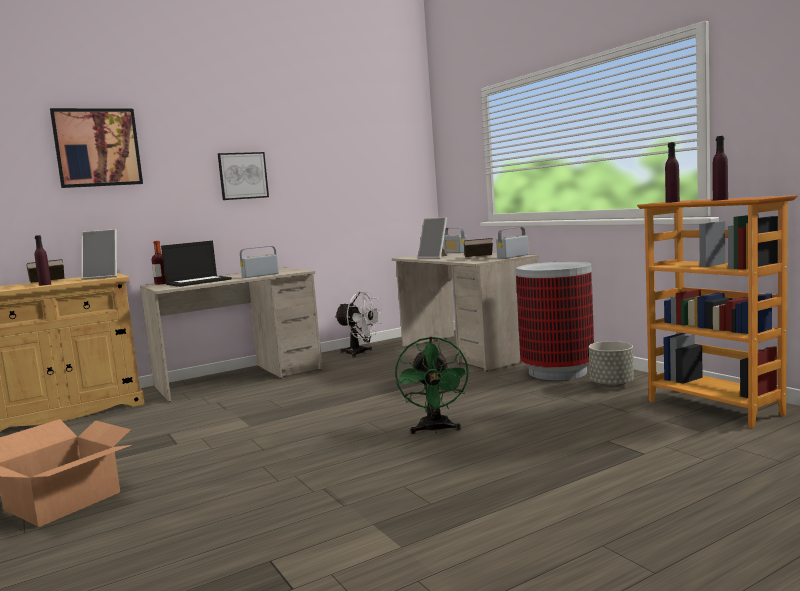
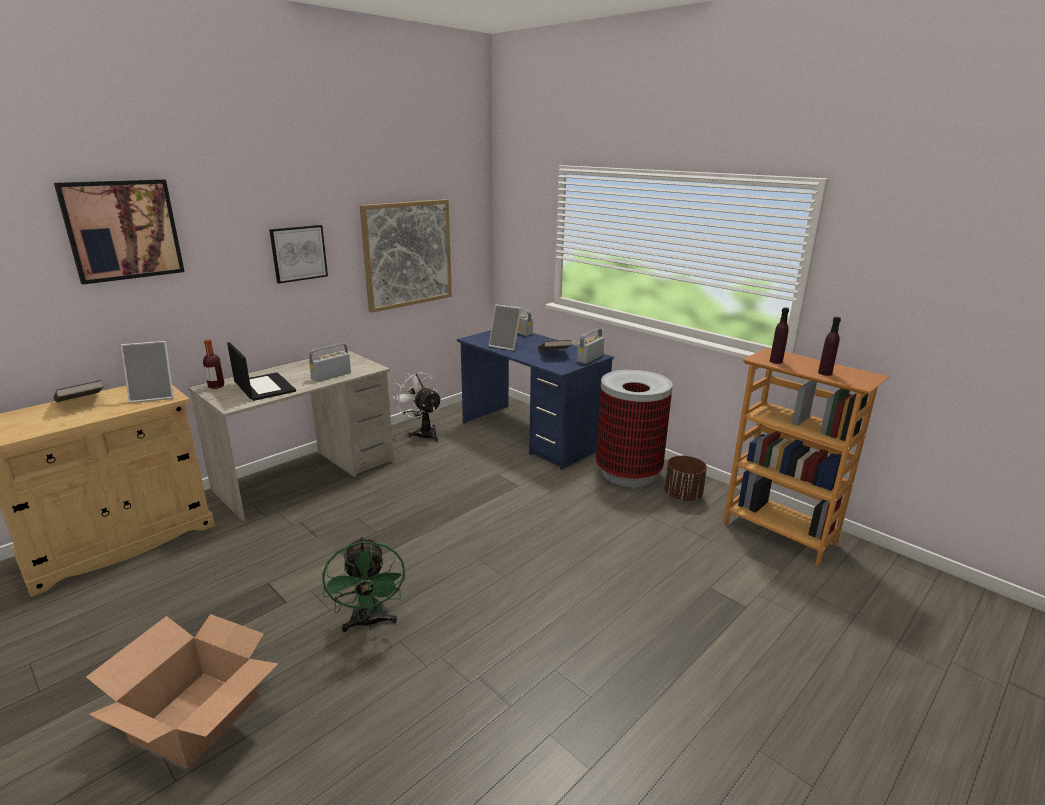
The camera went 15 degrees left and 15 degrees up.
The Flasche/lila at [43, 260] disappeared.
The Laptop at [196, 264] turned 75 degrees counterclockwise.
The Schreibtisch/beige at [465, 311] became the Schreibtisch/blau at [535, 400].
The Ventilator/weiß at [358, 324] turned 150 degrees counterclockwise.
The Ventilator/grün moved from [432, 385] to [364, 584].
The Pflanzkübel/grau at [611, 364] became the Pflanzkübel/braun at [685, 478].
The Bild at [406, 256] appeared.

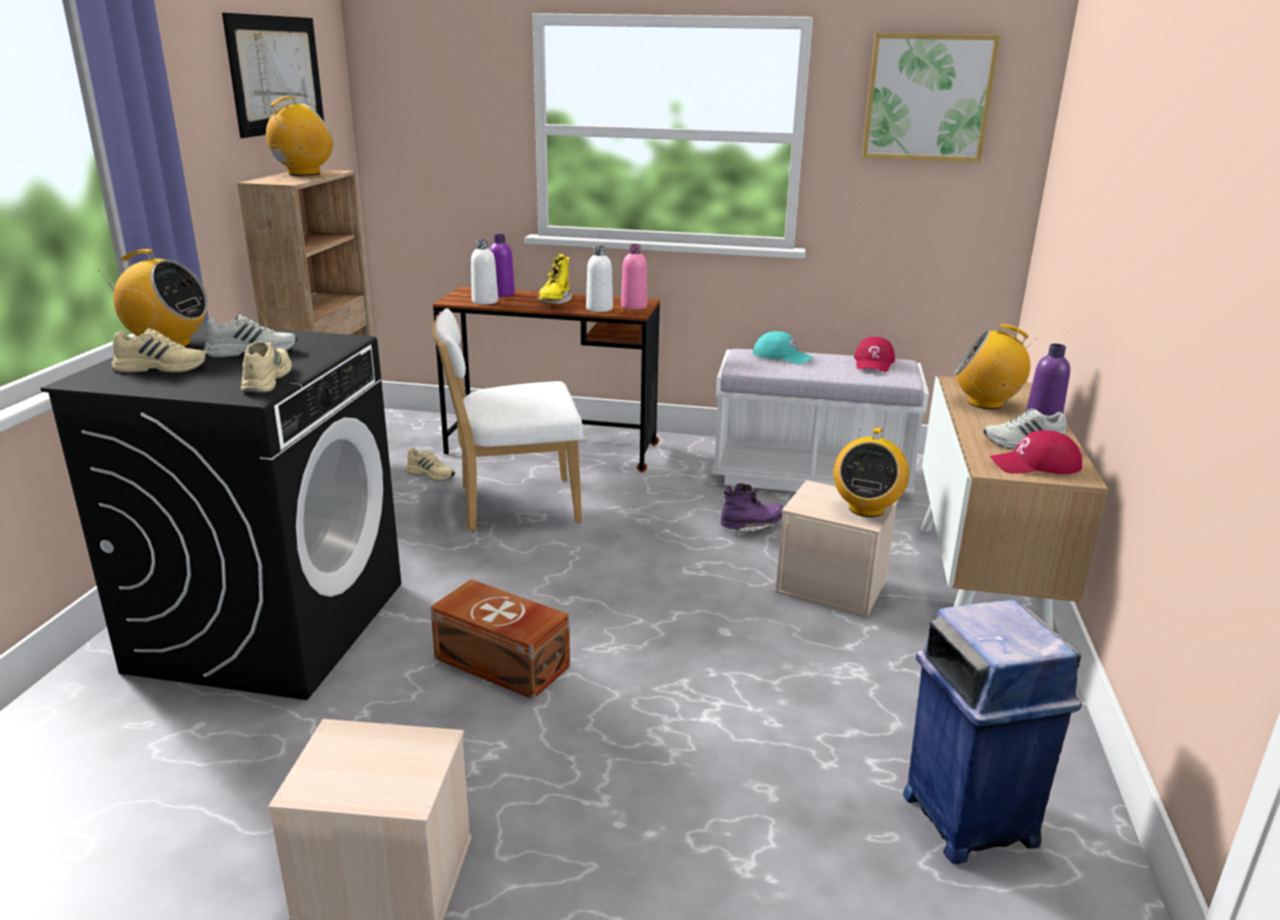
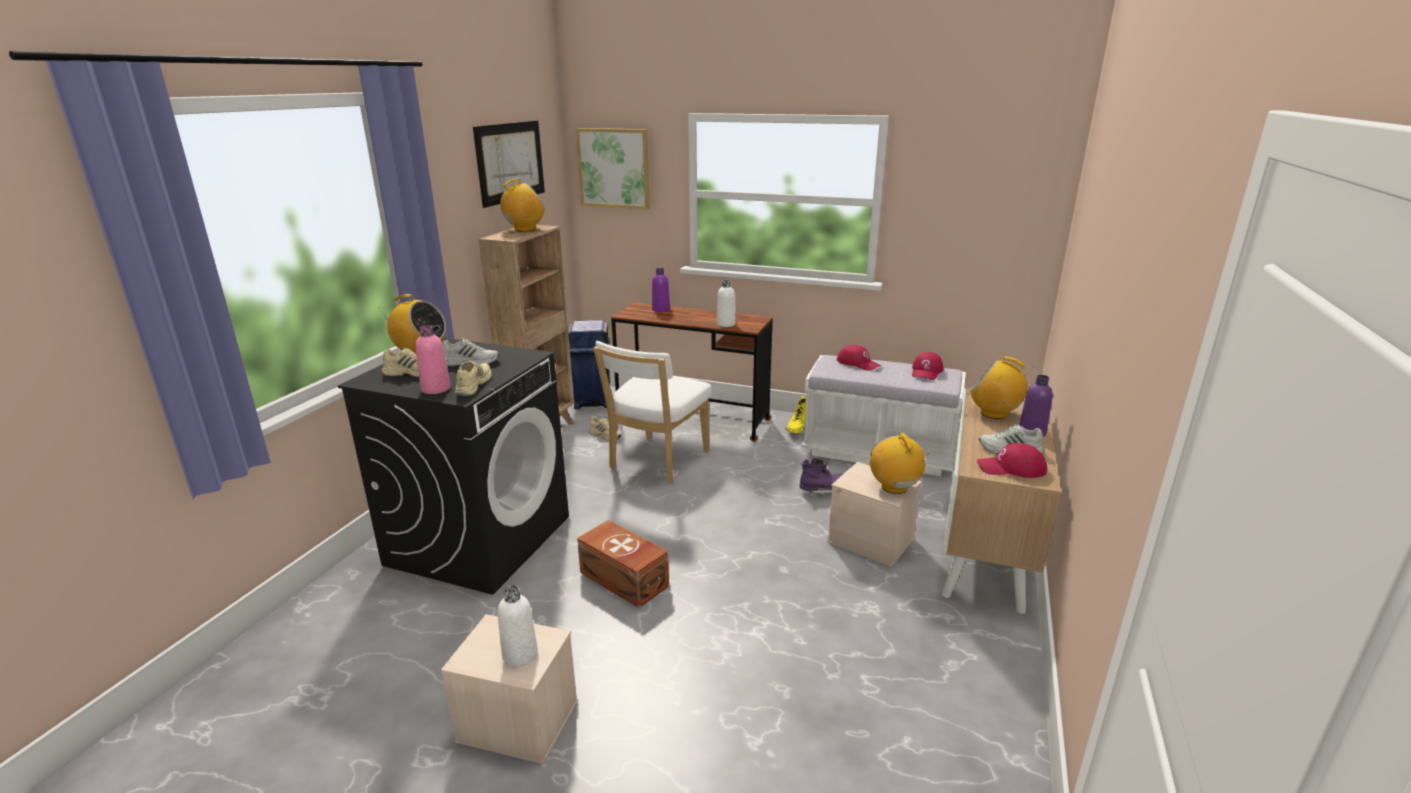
The camera went 10 degrees right and 0 degrees up.
The Bild moved from [931, 97] to [613, 168].
The Flasche/weiß moved from [484, 272] to [518, 626].
The Flasche/rosa moved from [634, 277] to [433, 359].
The Stiefel/gelb moved from [554, 279] to [795, 415].
The Stuhl/weiß at [507, 419] turned 60 degrees counterclockwise.
The Kappe/türkis at [783, 347] became the Kappe/rot at [859, 358].
The Radio at [871, 472] turned 135 degrees clockwise.
The Mülleimer/blau moved from [992, 731] to [589, 364].

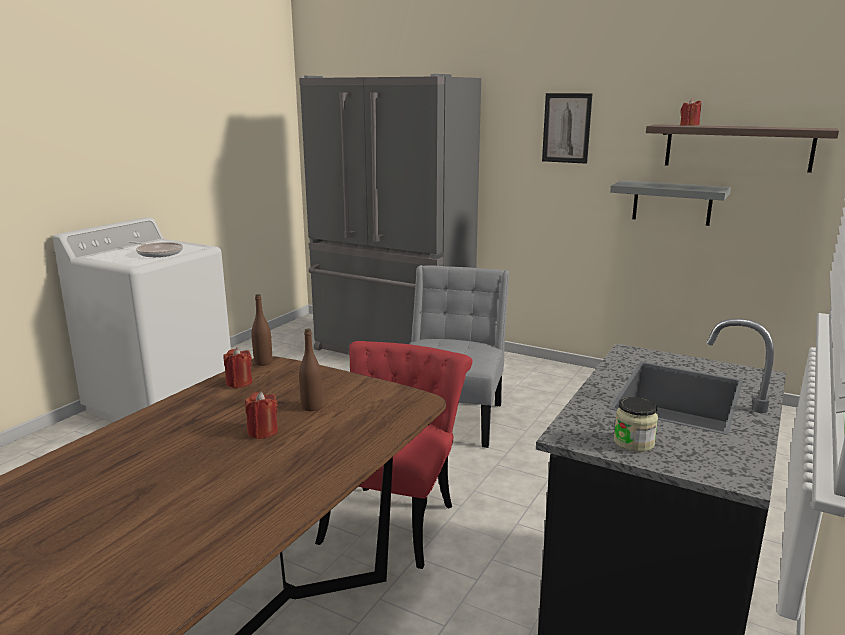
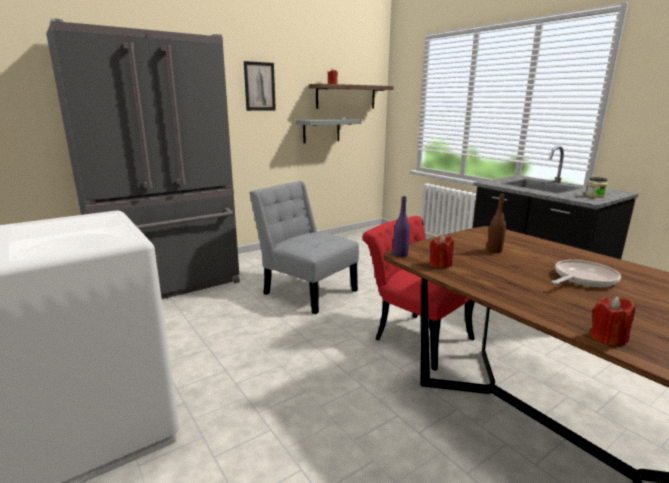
The camera went 65 degrees left and 0 degrees up.
The Pfanne moved from [156, 249] to [586, 273].
The Flasche/braun at [262, 330] became the Flasche/lila at [401, 226].
The Kerze/rot moved from [261, 415] to [612, 321].

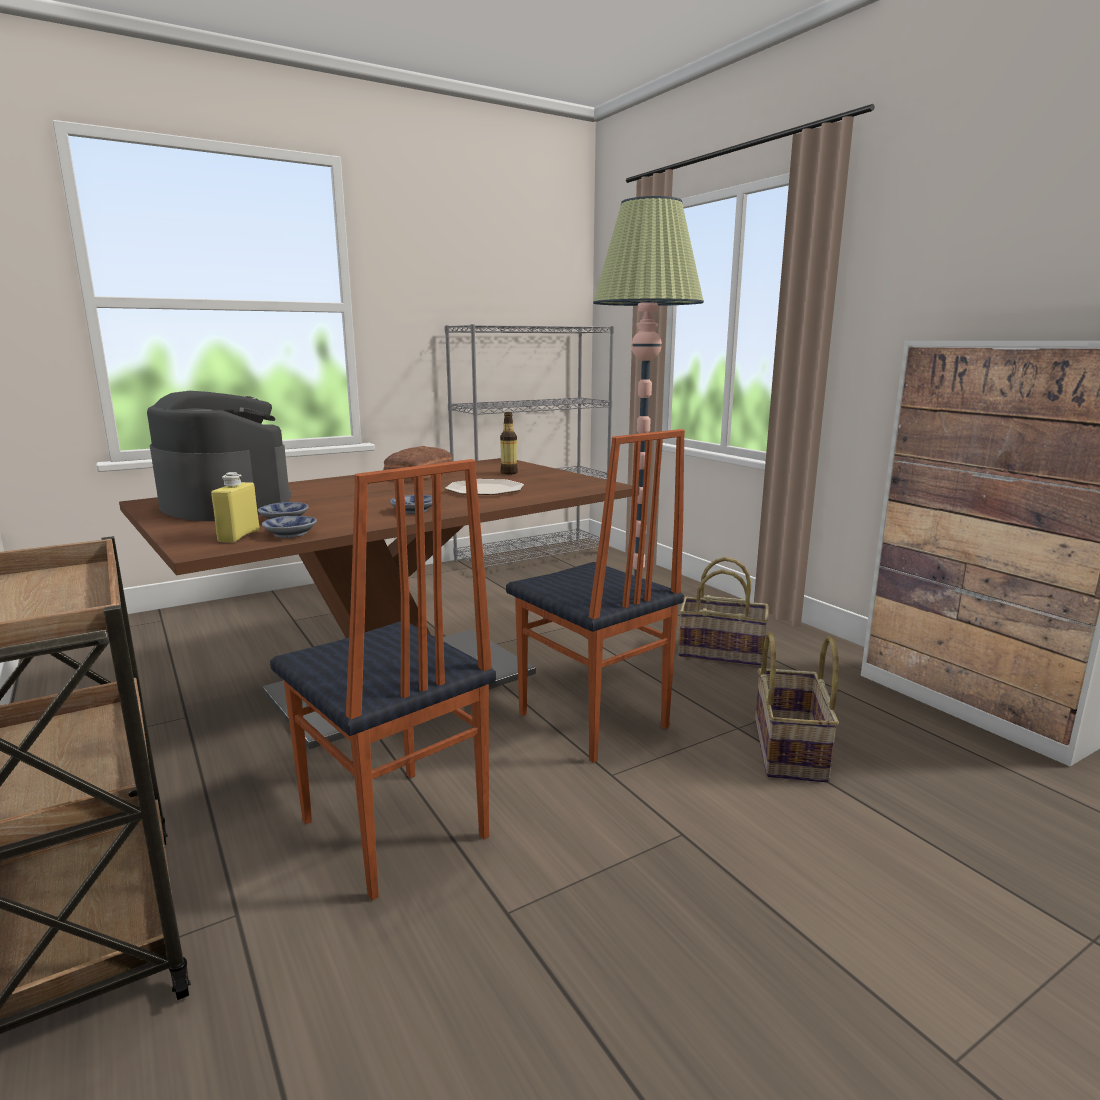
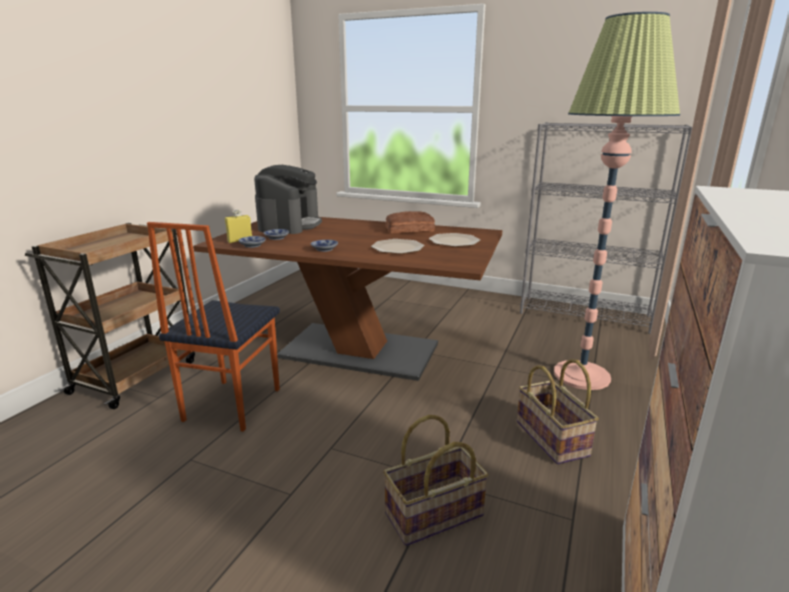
The camera went 55 degrees right and 5 degrees up.
The Flasche at [509, 443] was replaced by the Teller at [454, 240].
The Stuhl at [595, 596] disappeared.

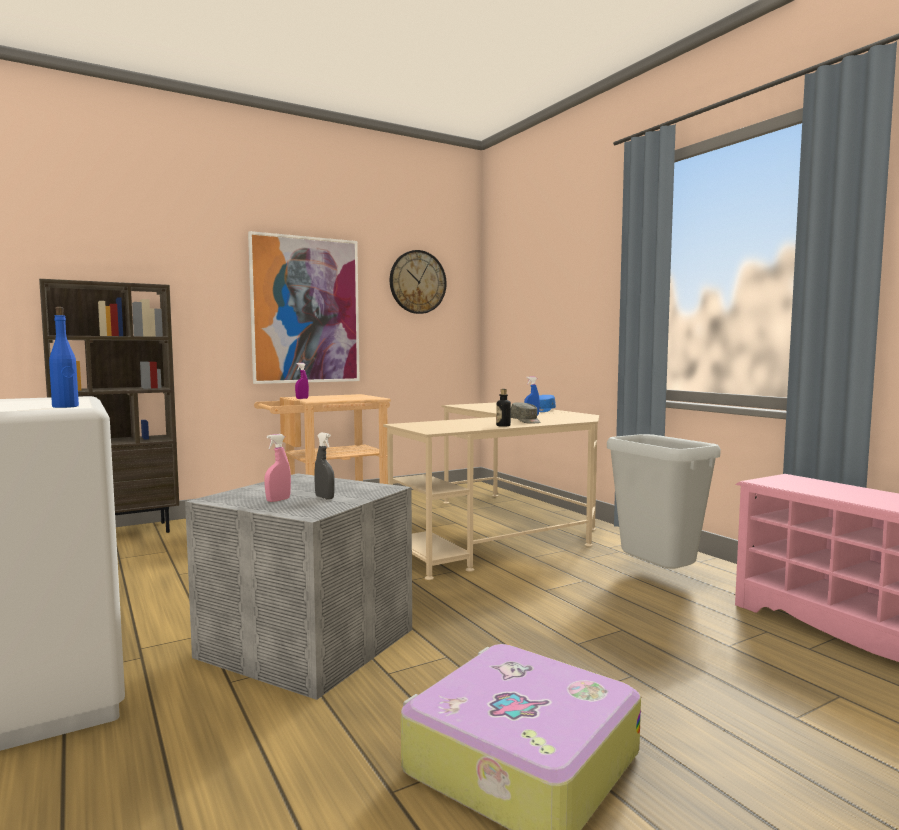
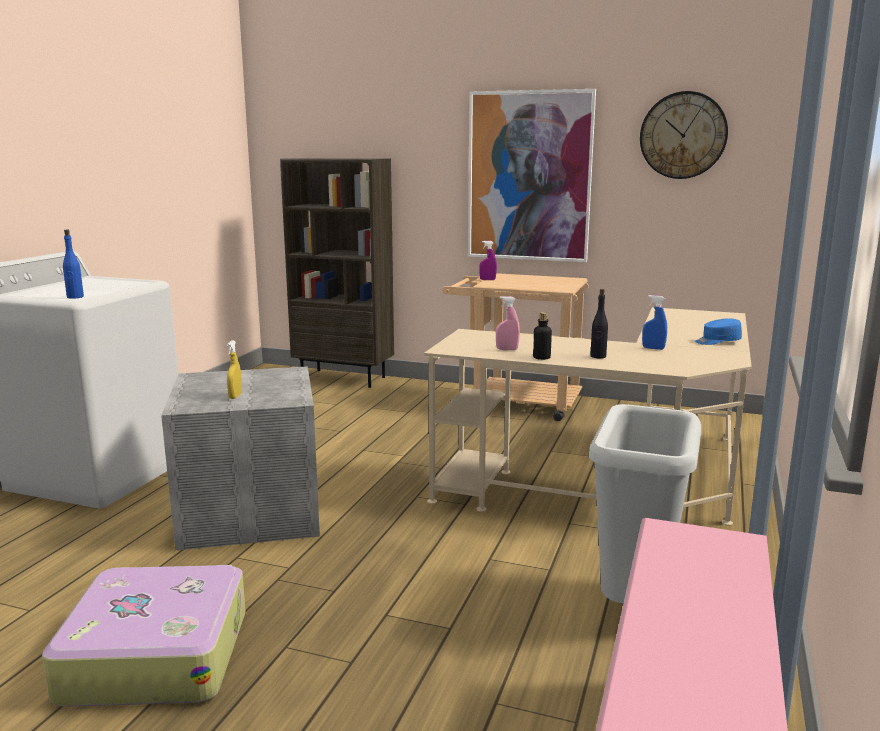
The camera went 50 degrees right and 10 degrees up.
The Kappe/grau at [525, 413] was replaced by the Flasche/schwarz at [599, 324].
The Sprühflasche/grau at [324, 465] became the Sprühflasche/gelb at [234, 369].
The Sprühflasche/rosa moved from [278, 468] to [508, 323].

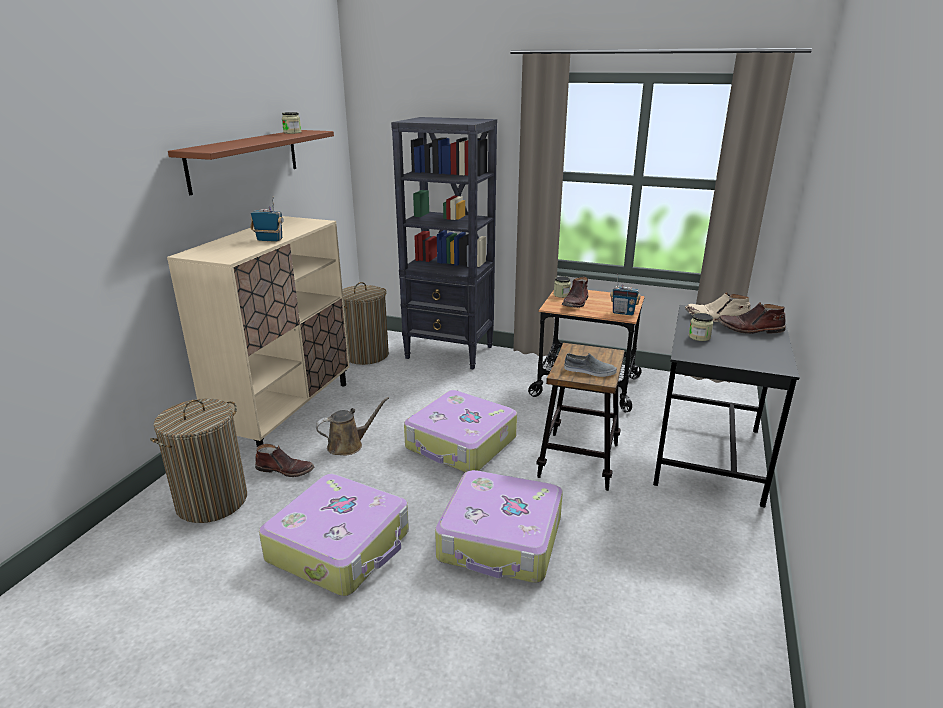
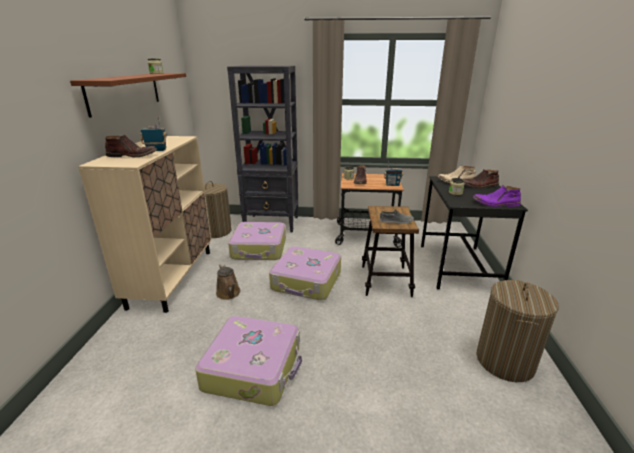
The camera went 15 degrees left and 0 degrees up.
The Gießkanne/braun at [352, 426] turned 105 degrees clockwise.
The Wäschekorb moved from [198, 460] to [517, 331].
The Stiefel/braun moved from [284, 460] to [131, 146].
The Koffer moved from [499, 526] to [257, 241].
The Stiefel/lila at [497, 196] appeared.

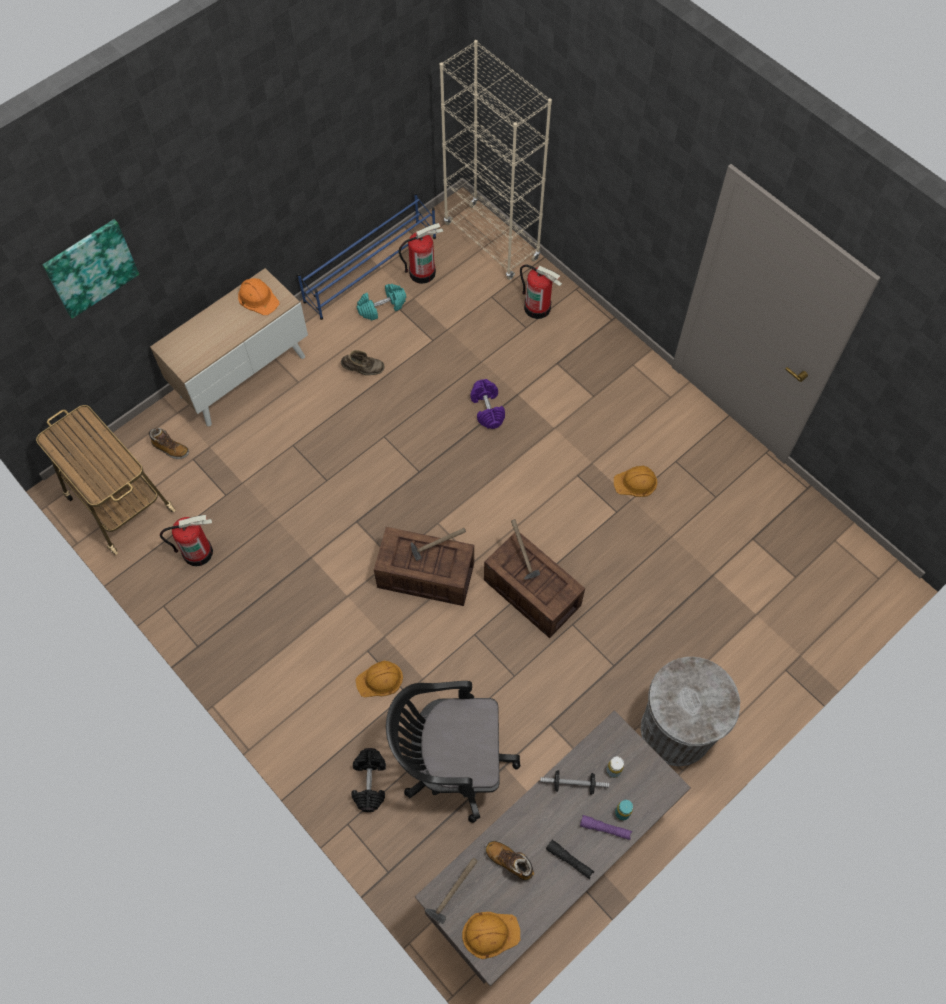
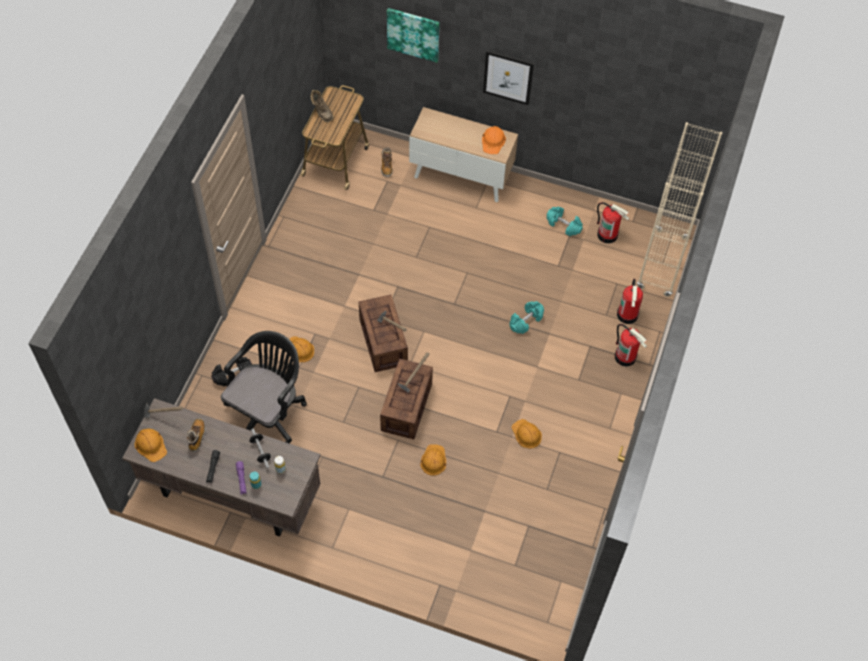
The camera went 60 degrees right and 5 degrees down.
The Schuhregal/blau at [366, 256] disappeared.
The Stiefel/braun moved from [362, 362] to [322, 106].
The Hantel/lila at [487, 404] became the Hantel/türkis at [526, 317].
The Feuerlöscher moved from [186, 540] to [631, 345].
The Mülleimer/grau at [690, 711] disappeared.
The Bürostuhl/schwarz at [453, 752] turned 60 degrees clockwise.
The Bild at [508, 77] appeared.
The Schutzhelm/orange at [433, 460] appeared.

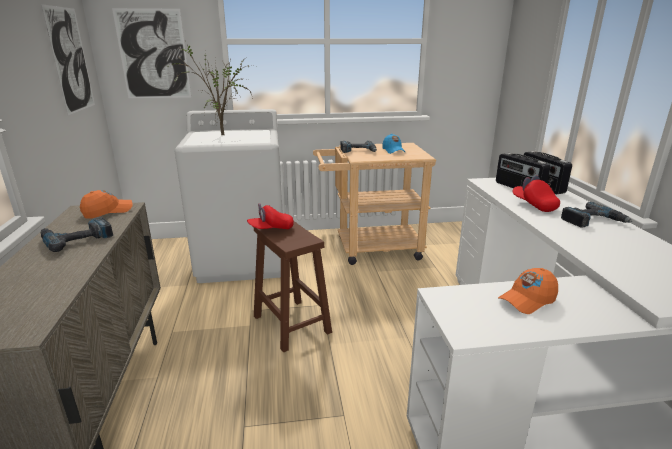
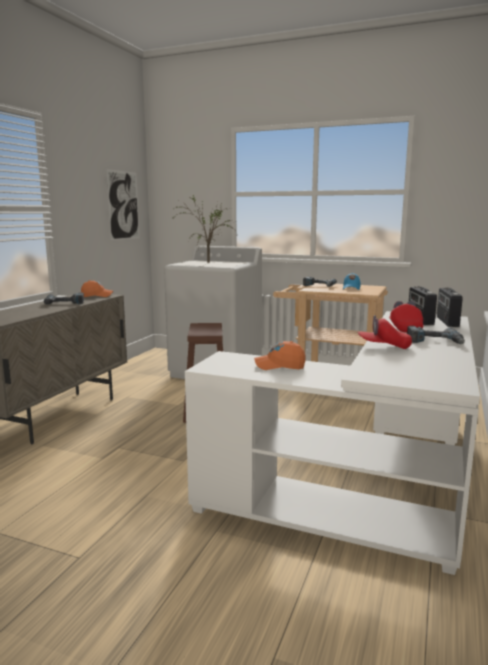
The camera went 30 degrees right and 10 degrees down.
The Bild at [151, 53] disappeared.
The Kappe/rot moved from [270, 216] to [384, 332].

